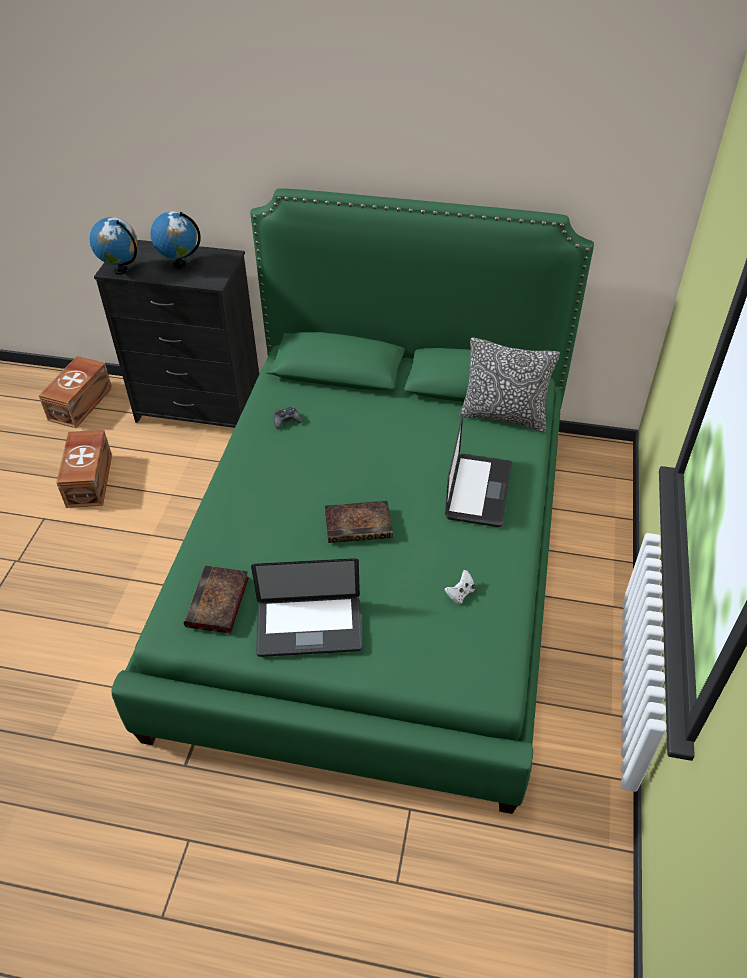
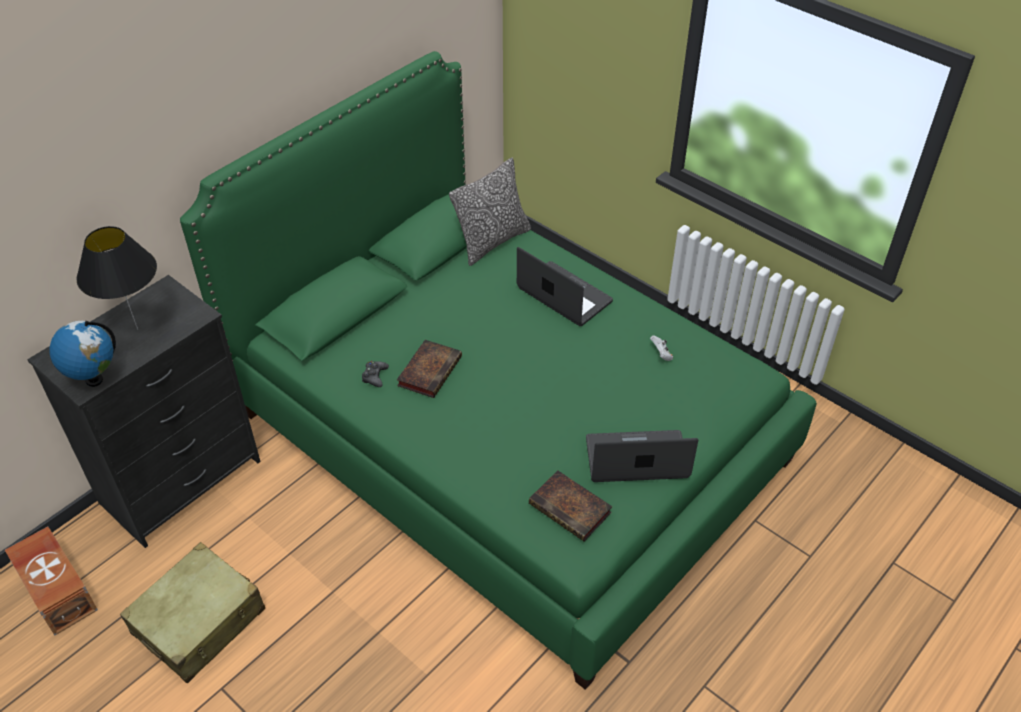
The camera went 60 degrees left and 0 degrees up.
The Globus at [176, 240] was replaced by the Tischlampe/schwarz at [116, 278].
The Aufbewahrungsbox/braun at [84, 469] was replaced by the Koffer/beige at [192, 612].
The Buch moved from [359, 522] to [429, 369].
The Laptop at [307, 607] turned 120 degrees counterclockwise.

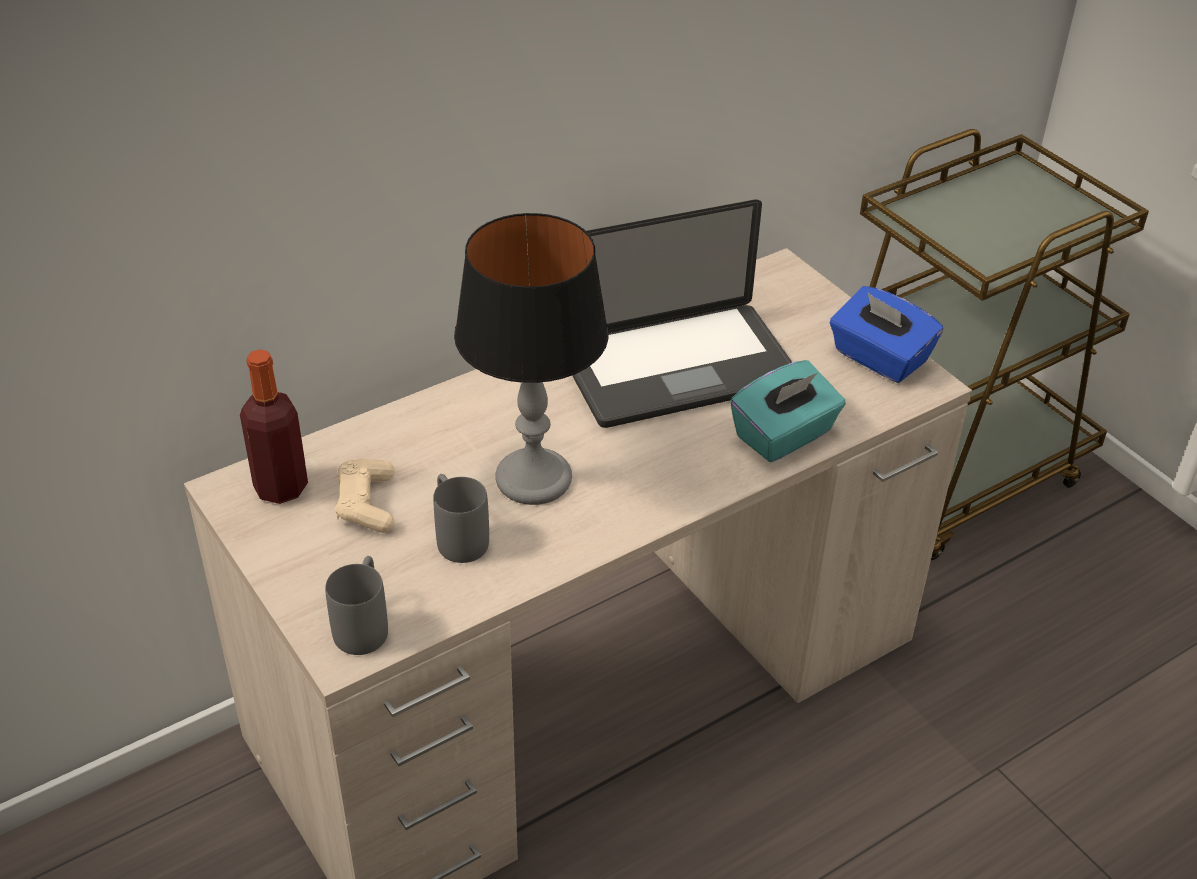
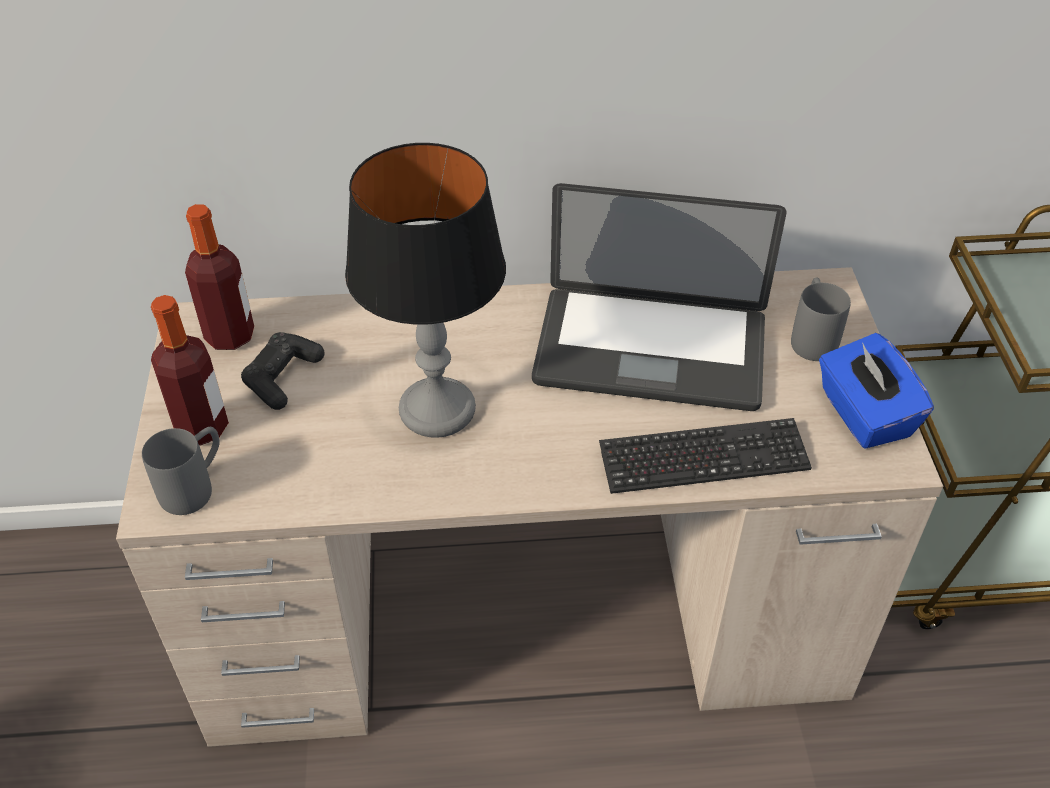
The camera went 30 degrees right and 5 degrees up.
The Taschentuchbox/türkis at [788, 411] was replaced by the Tastatur at [705, 456].
The Gamepad/beige at [365, 496] became the Gamepad/schwarz at [282, 371].
The Henkelbecher/grau moved from [461, 518] to [821, 319].
The Flasche at [190, 370] appeared.

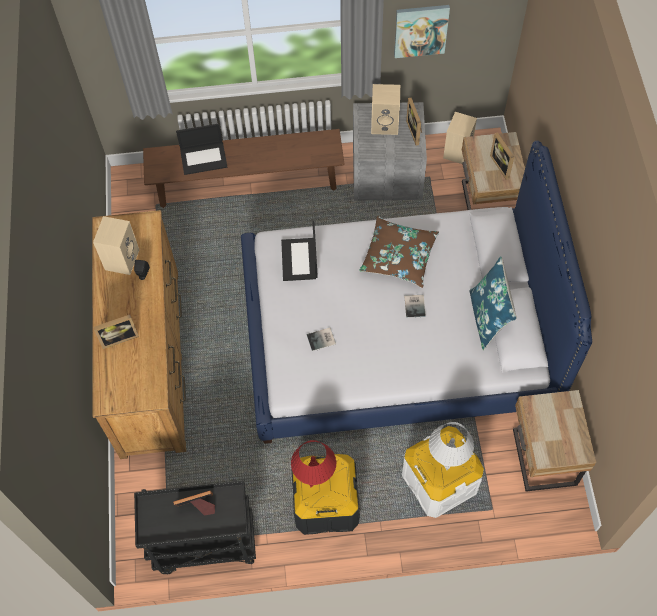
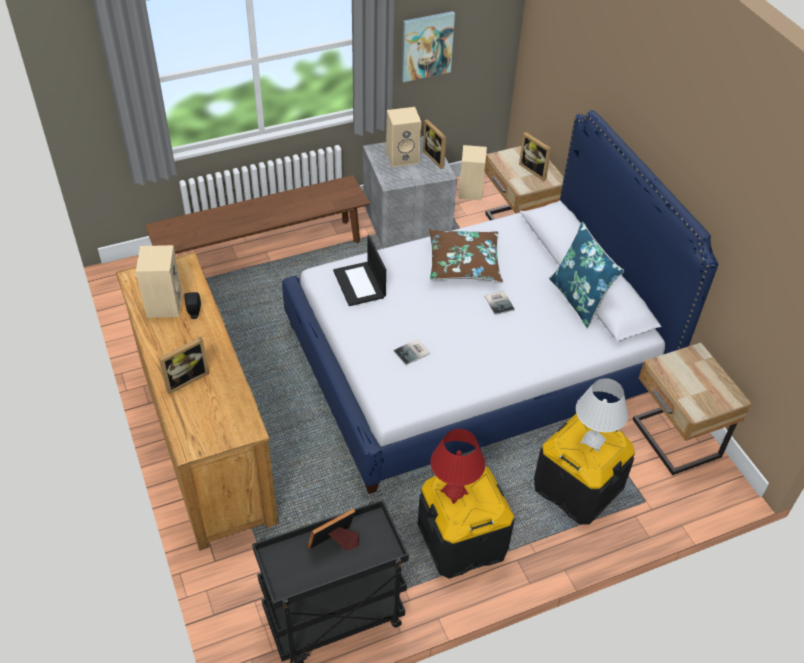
The camera went 20 degrees left and 15 degrees down.
The Laptop at [201, 149] disappeared.
The Aufbewahrungsbox/weiß at [443, 472] became the Aufbewahrungsbox/schwarz at [584, 469].

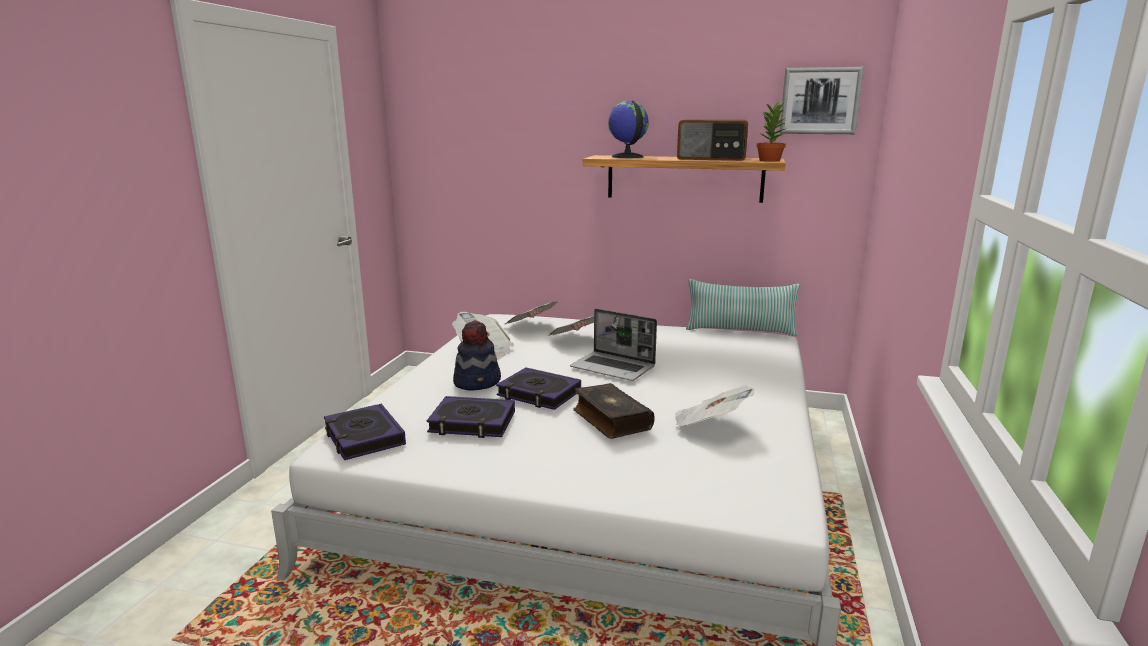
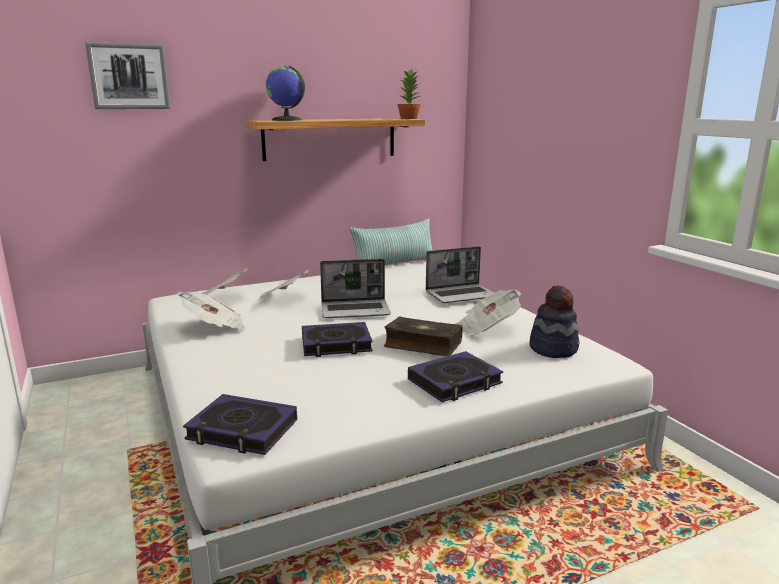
The camera went 40 degrees left and 0 degrees up.
The Bild moved from [821, 100] to [127, 75].
The Radio at [712, 140] disappeared.
The Hut moved from [477, 355] to [555, 321].
The Buch moved from [471, 417] to [455, 376].
The Laptop at [460, 274] appeared.

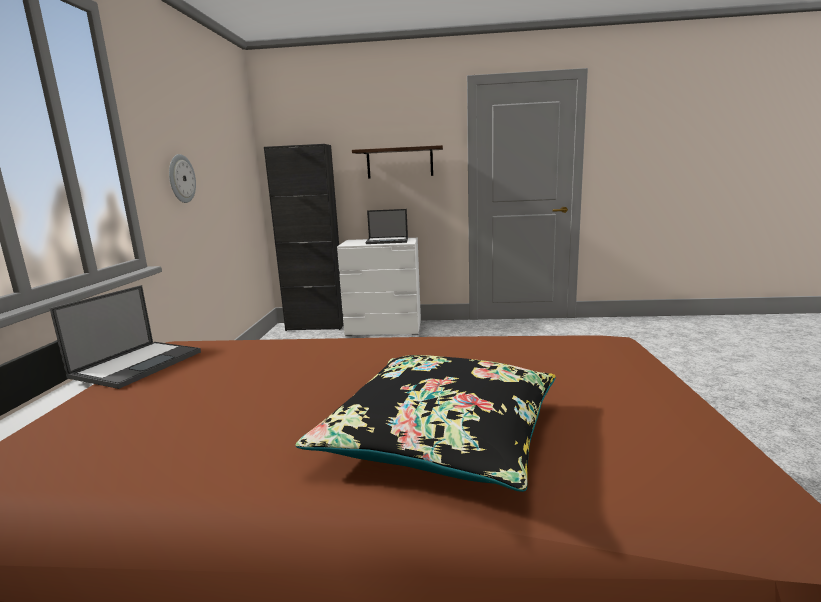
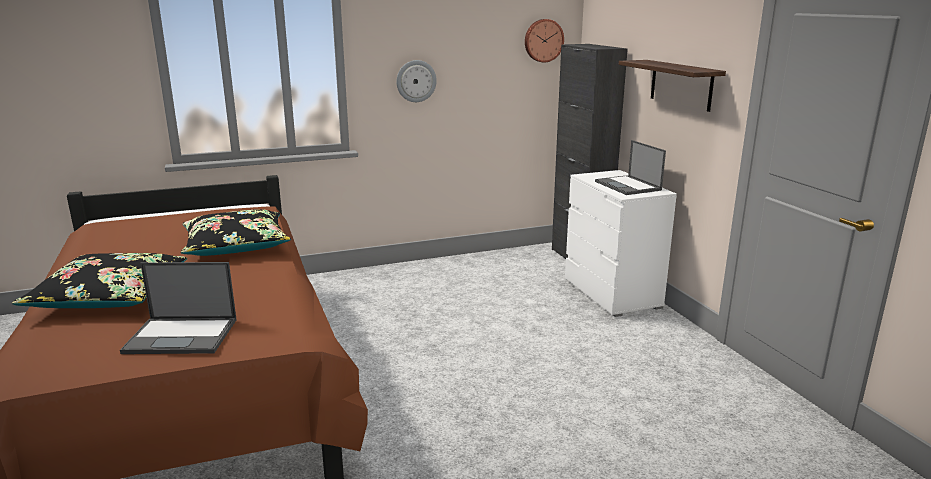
The camera went 65 degrees right and 5 degrees up.
The Laptop moved from [125, 337] to [178, 308].
The Wanduhr at [544, 40] appeared.
The Kissen/schwarz at [236, 232] appeared.

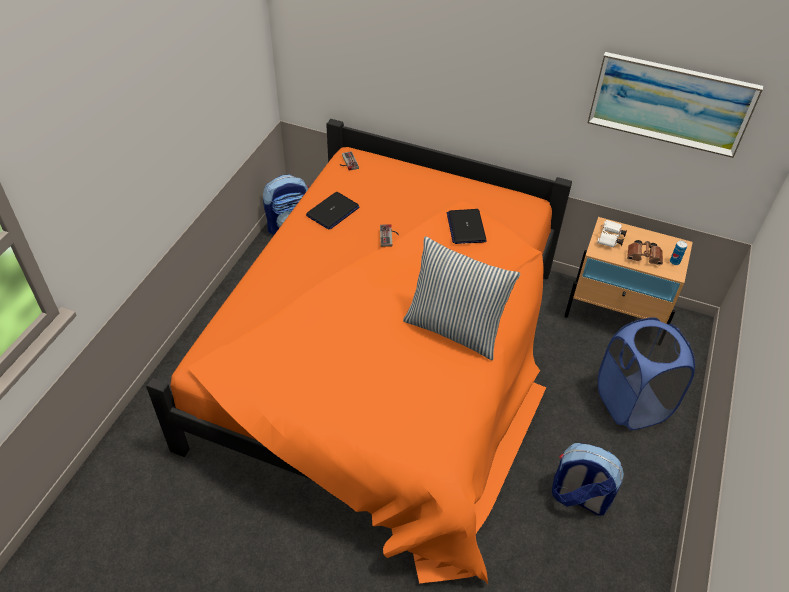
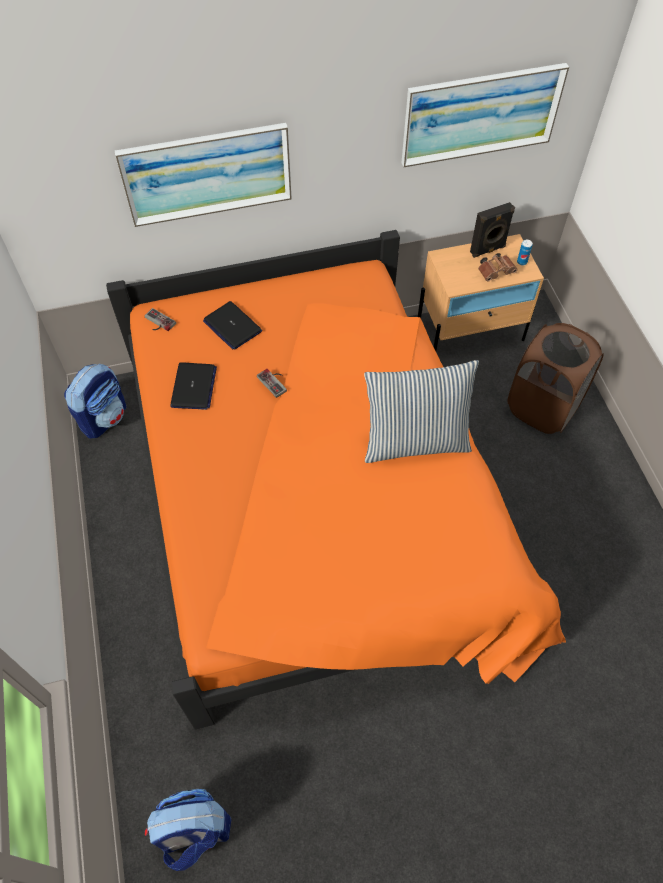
The camera went 35 degrees left and 10 degrees up.
The Laptop moved from [467, 226] to [232, 325].
The Fernglas/weiß at [612, 234] disappeared.
The Wäschekorb/blau at [646, 373] became the Wäschekorb/braun at [556, 378].
The Rucksack moved from [588, 479] to [188, 830].
The Bild at [203, 175] appeared.
The Lautsprecher/schwarz at [492, 230] appeared.

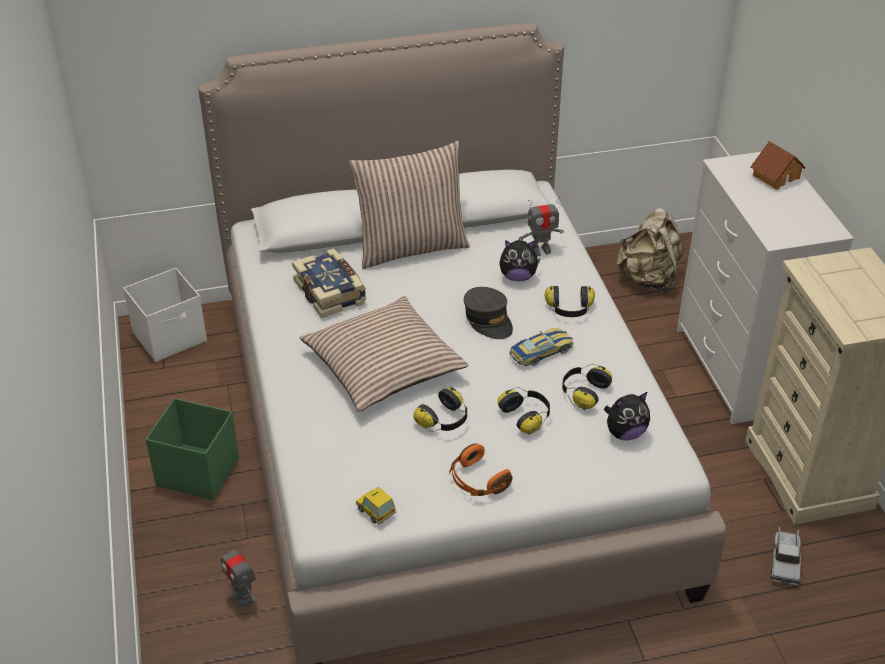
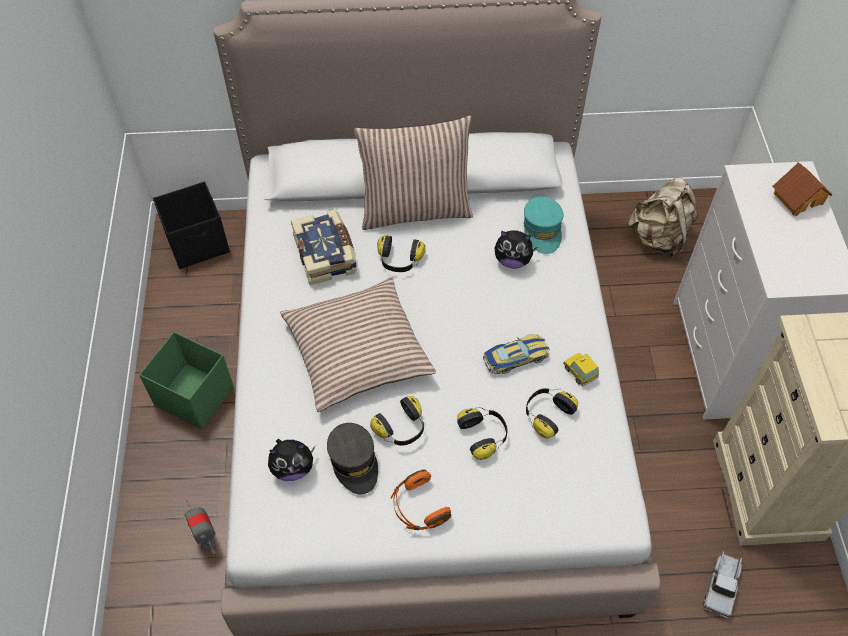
The camera went 10 degrees right and 15 degrees up.
The Spielzeugroboter at [541, 226] was replaced by the Kappe/türkis at [543, 225].
The Aufbewahrungsbox/weiß at [165, 315] became the Aufbewahrungsbox/schwarz at [191, 225].
The Kopfhörer moved from [570, 301] to [401, 253].
The Kappe/grau moved from [488, 313] to [352, 458].
The Plüschtier moved from [627, 416] to [291, 460].
The Spielzeugauto moved from [376, 505] to [581, 369].

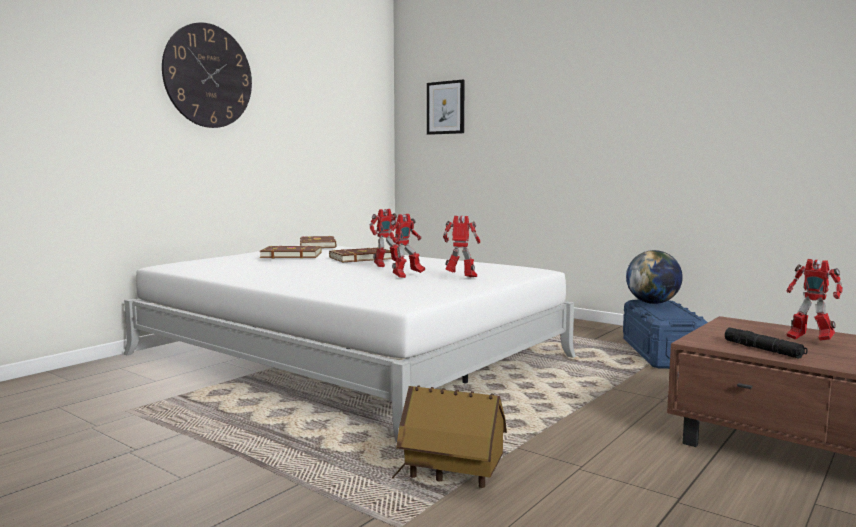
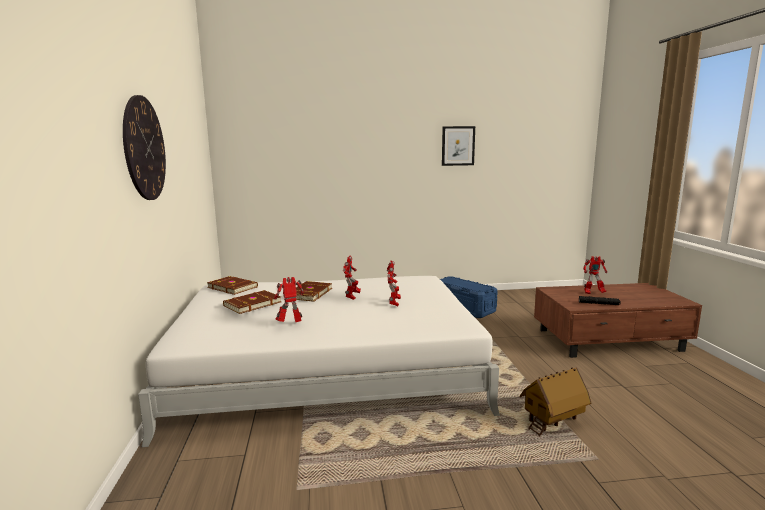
The camera went 45 degrees left and 5 degrees up.
The Bild moved from [446, 107] to [458, 146].
The Spielzeugroboter moved from [461, 246] to [289, 299].
The Globus at [654, 277] disappeared.

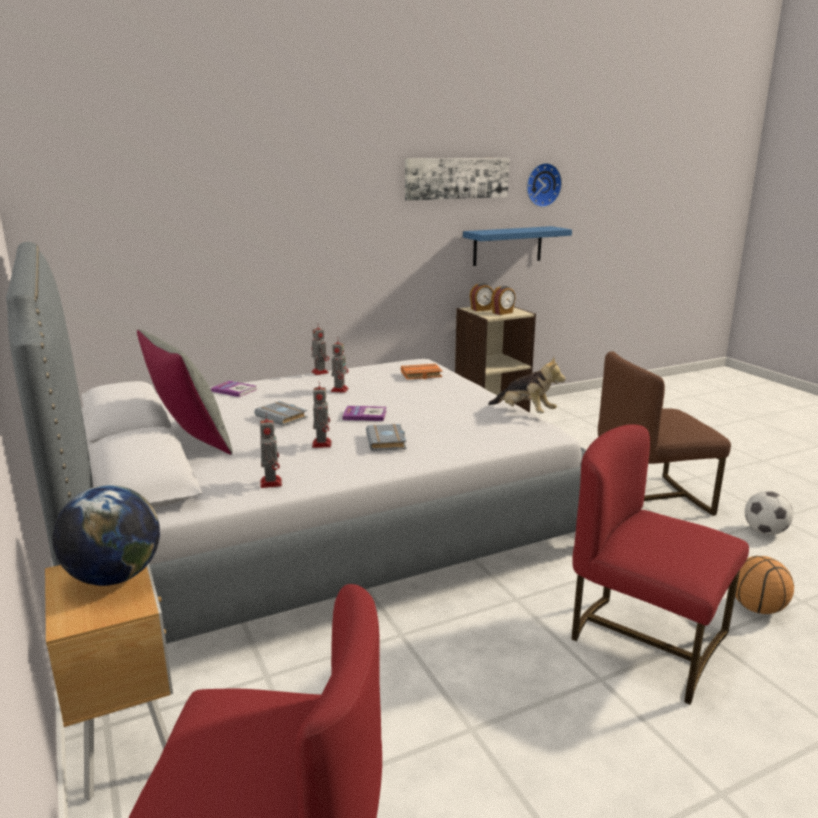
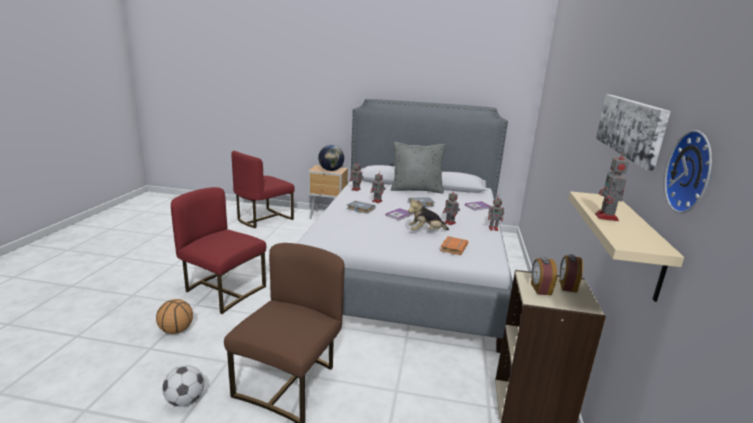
The camera went 125 degrees right and 0 degrees up.
The Wandregal/blau at [517, 246] became the Wandregal/beige at [626, 246].
The Plüschtier moved from [527, 385] to [428, 214].
The Stuhl/rot at [660, 564] turned 135 degrees counterclockwise.
The Spielzeugroboter at [612, 186] appeared.

